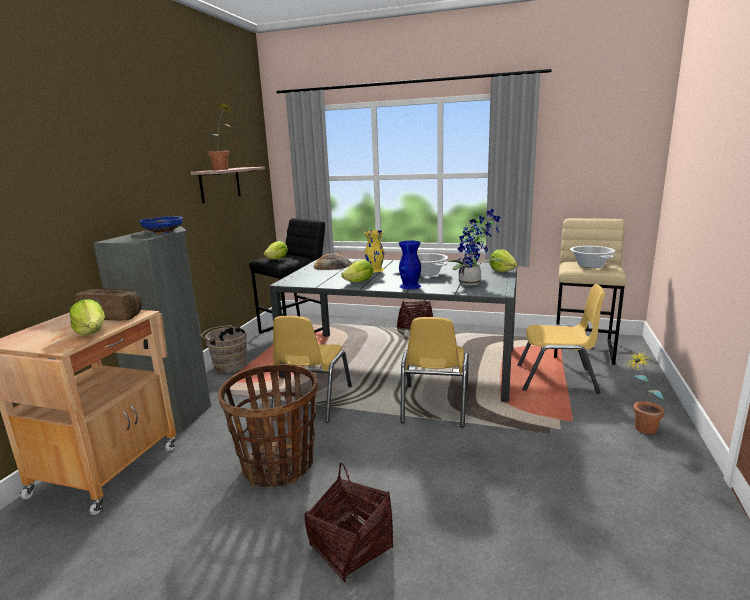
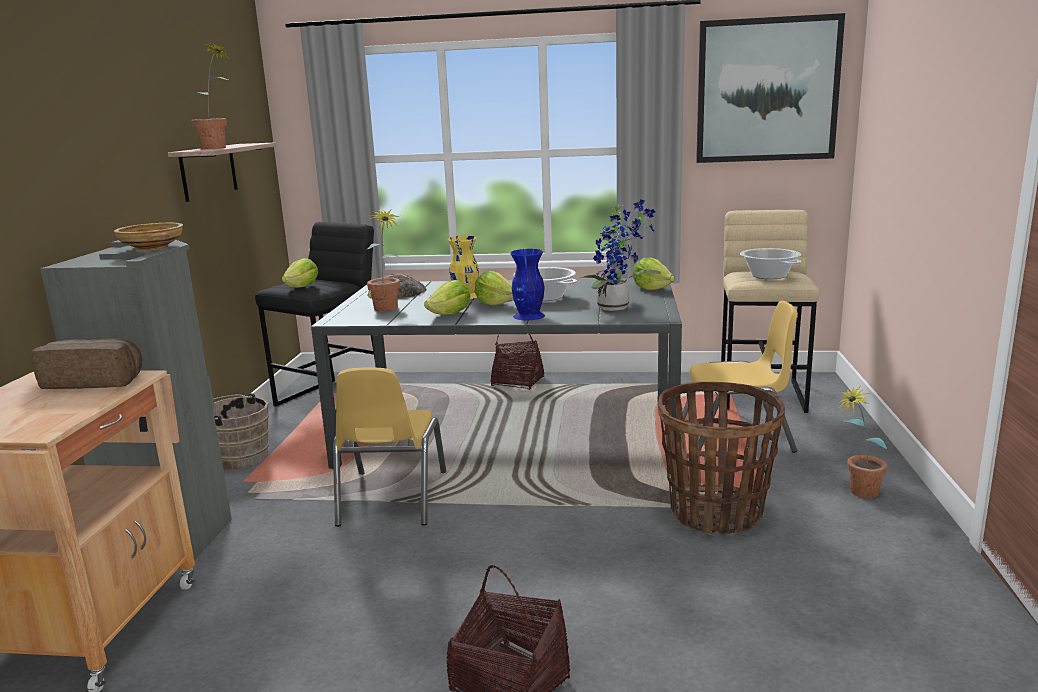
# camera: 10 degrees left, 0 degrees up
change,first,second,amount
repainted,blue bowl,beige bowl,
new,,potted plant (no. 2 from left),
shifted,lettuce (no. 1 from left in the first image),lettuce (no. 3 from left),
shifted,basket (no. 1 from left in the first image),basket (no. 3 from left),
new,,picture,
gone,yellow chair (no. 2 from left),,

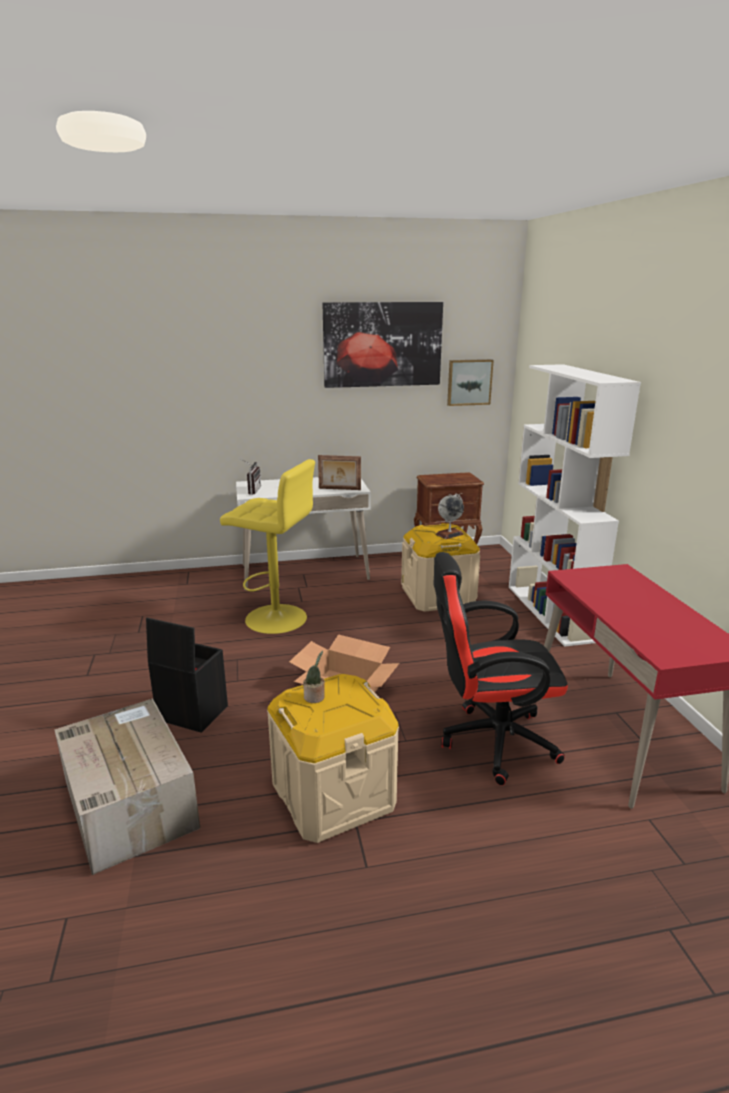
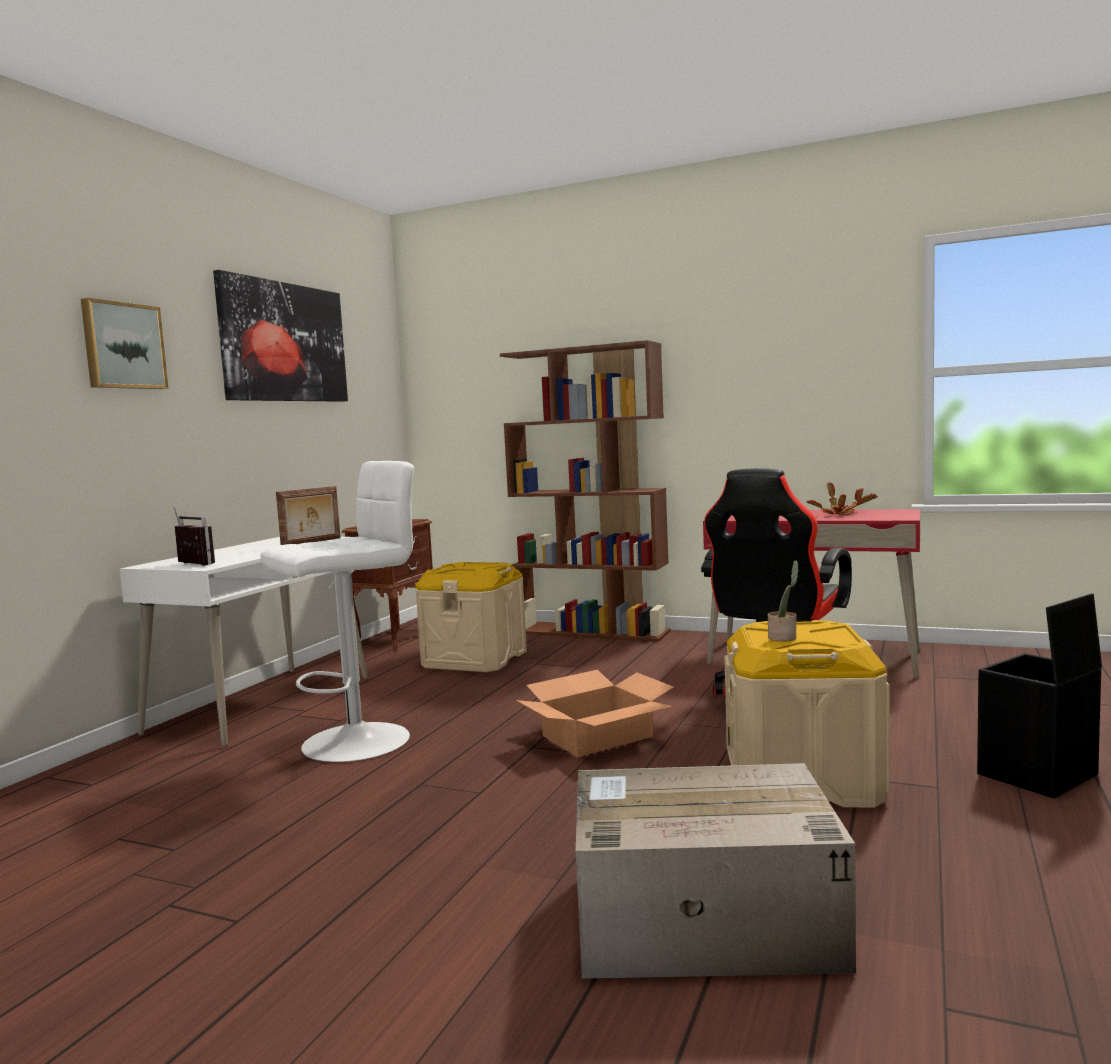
# camera: 55 degrees left, 15 degrees down
change,first,second,amount
shifted,picture (no. 2 from left in the first image),picture (no. 1 from left),
repainted,yellow stool,white stool,
repainted,white bookcase,brown bookcase,
new,,potted plant (no. 2 from left),
shifted,black storage box,,
gone,globe,,

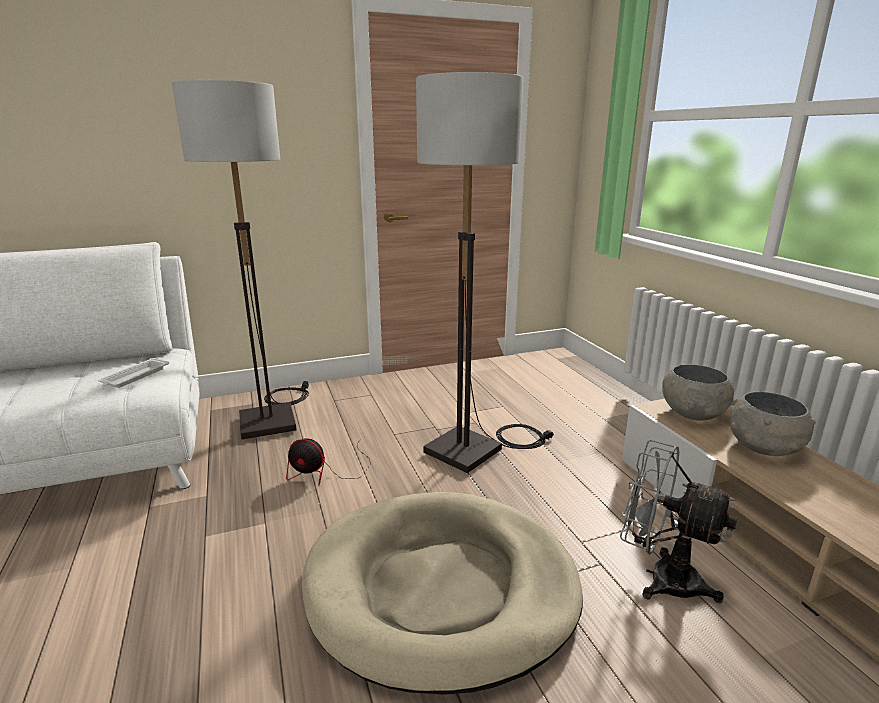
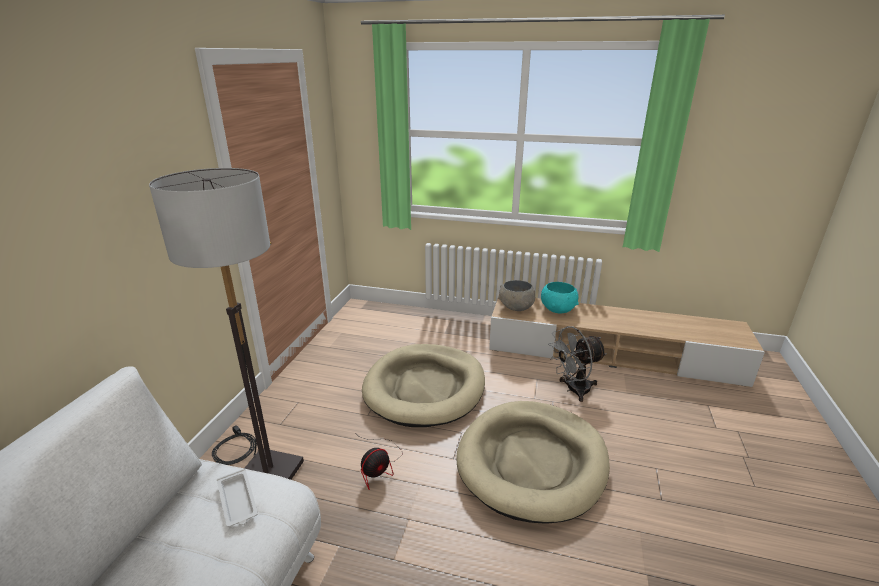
# camera: 55 degrees left, 5 degrees up
change,first,second,amount
swapped,floor lamp (no. 2 from left),beige dog bed (no. 1 from left),
repainted,grey bowl (no. 2 from left),turquoise bowl,

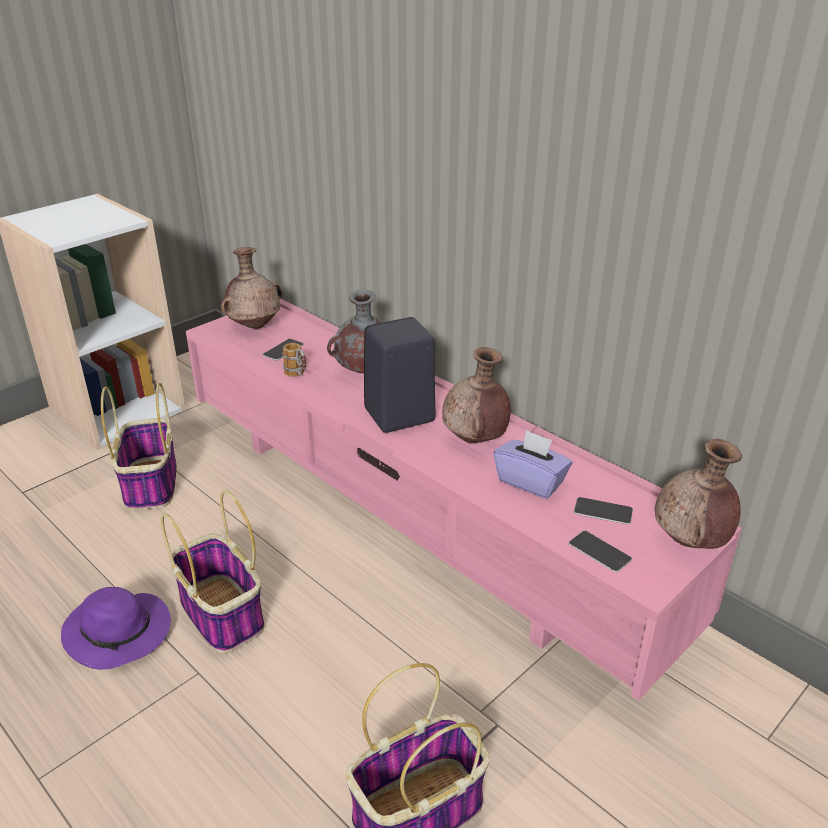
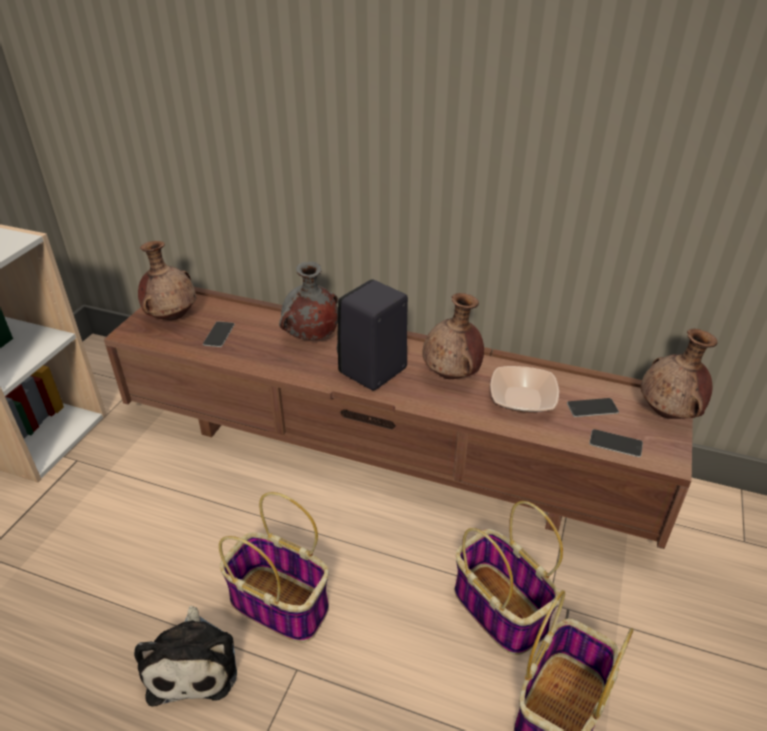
# camera: 25 degrees left, 5 degrees up
change,first,second,amount
repainted,pink tv stand,brown tv stand,
swapped,purple hat,plush toy,
shifted,basket (no. 1 from left in the first image),basket (no. 2 from left),
swapped,purple tissue box,bowl,
gone,mug,,

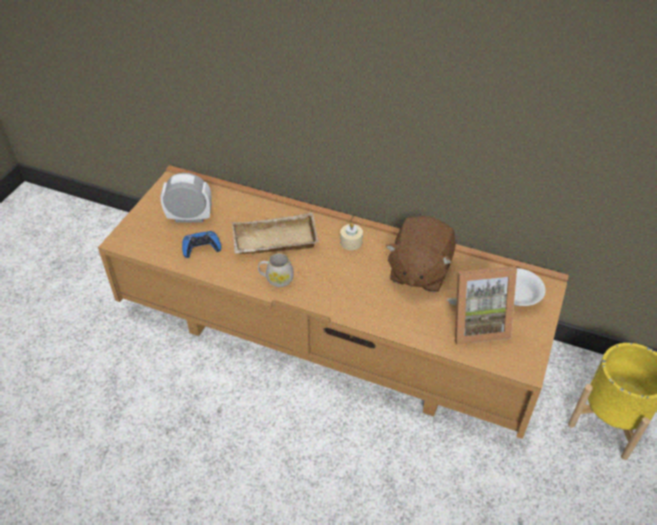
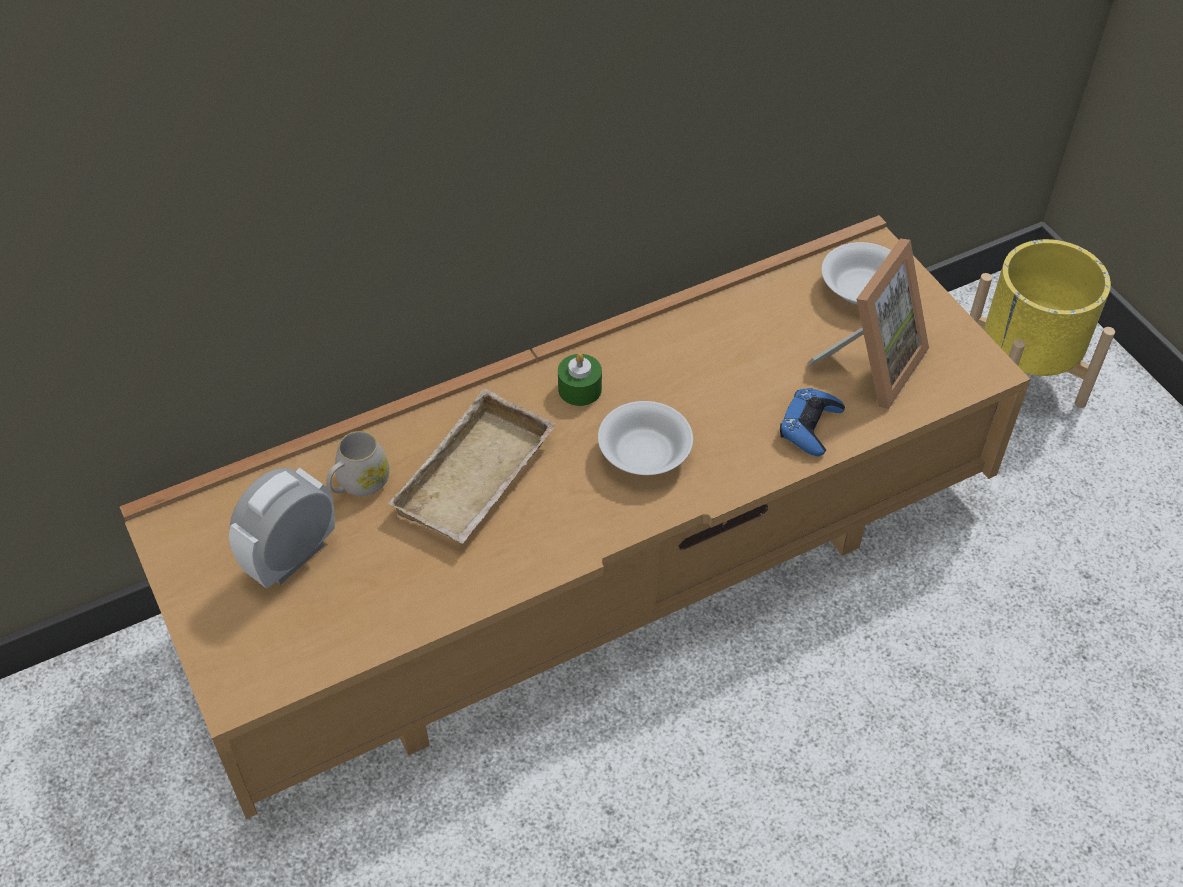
# camera: 50 degrees left, 5 degrees up
change,first,second,amount
shifted,white mug,,
repainted,beige candle,green candle,
new,,white bowl (no. 1 from left),
shifted,blue game controller,,
gone,brown plush toy,,

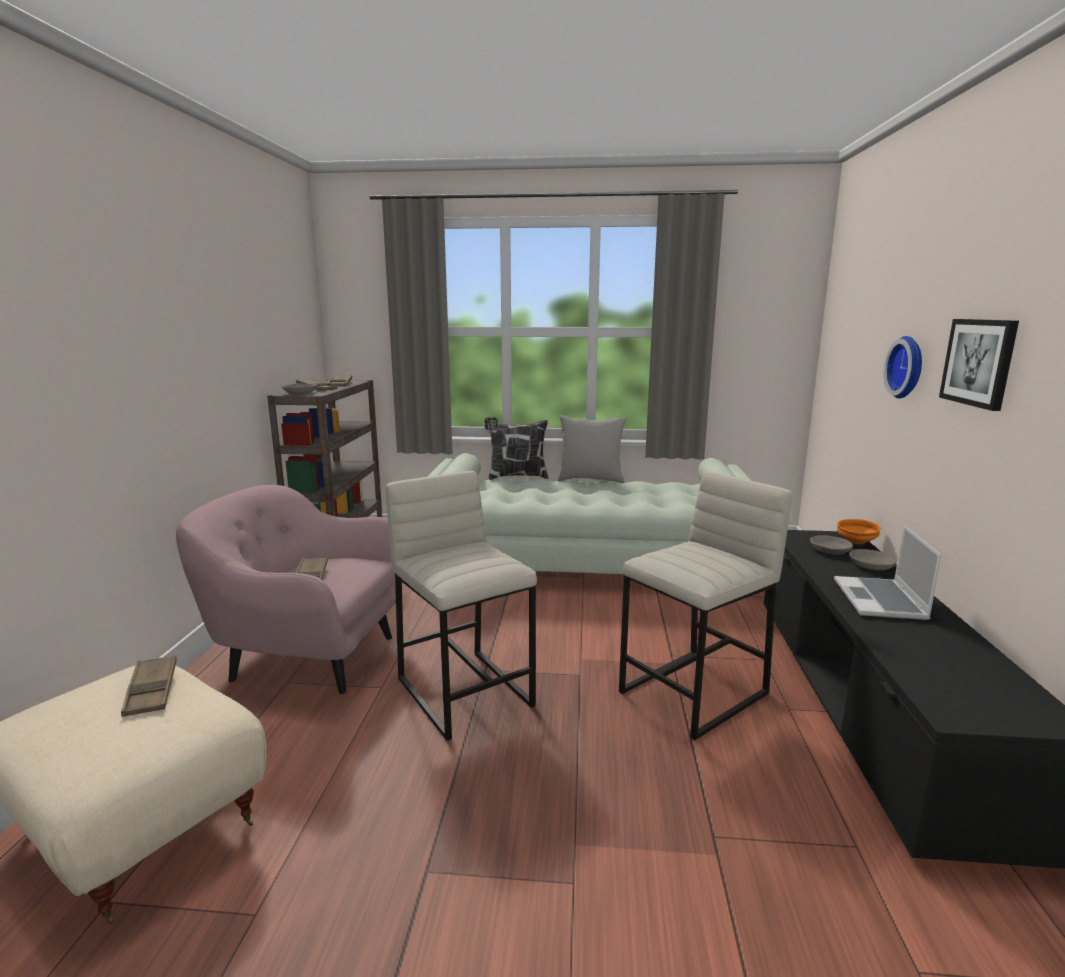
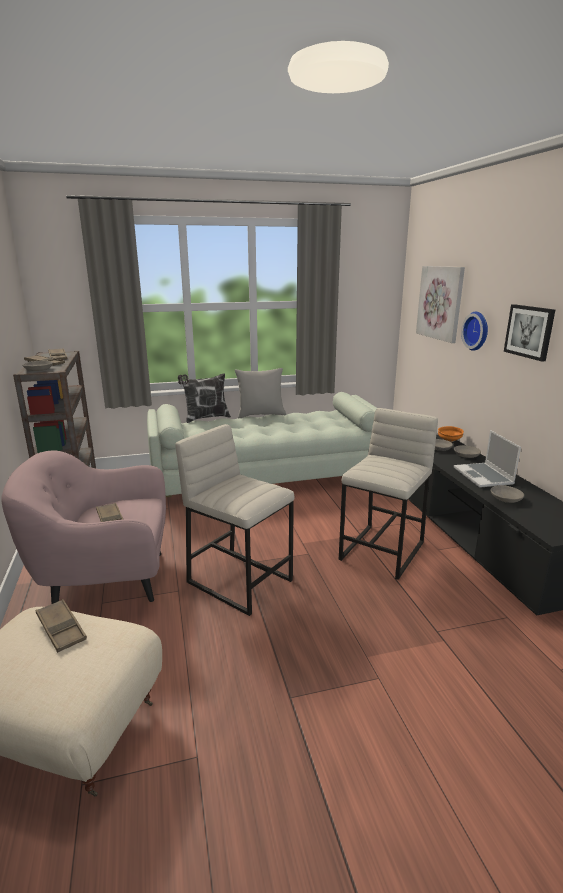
# camera: 20 degrees left, 5 degrees up
change,first,second,amount
new,,picture (no. 1 from left),
new,,grey bowl (no. 4 from left),

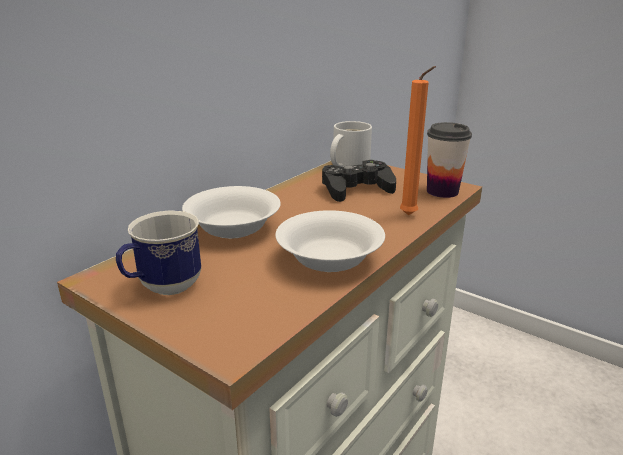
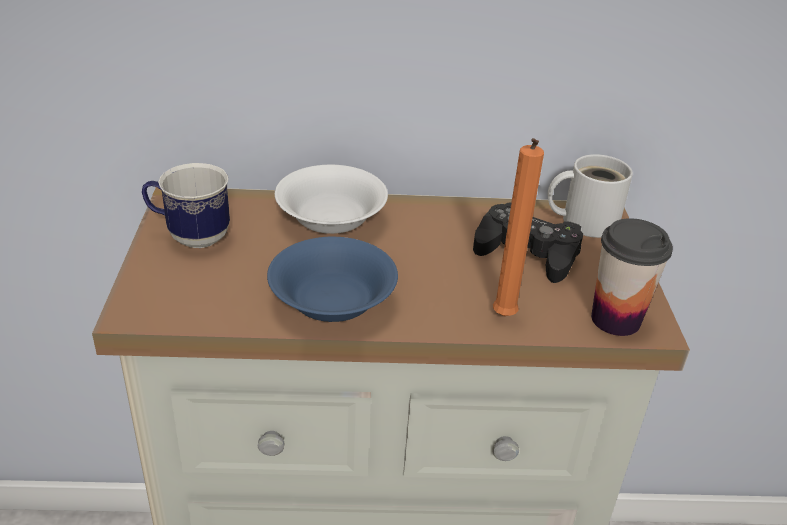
# camera: 50 degrees right, 10 degrees up
change,first,second,amount
repainted,white bowl (no. 2 from left),blue bowl,

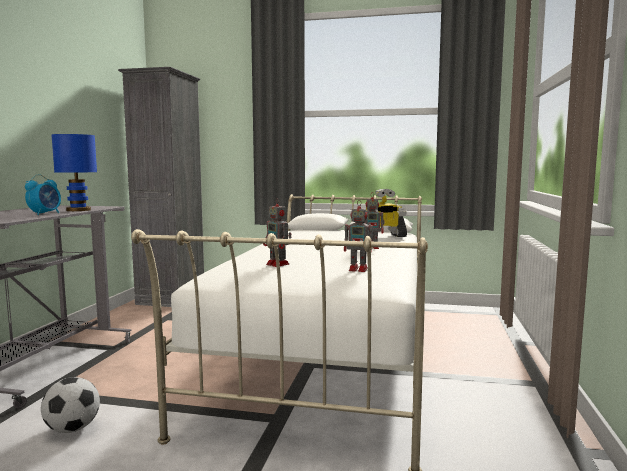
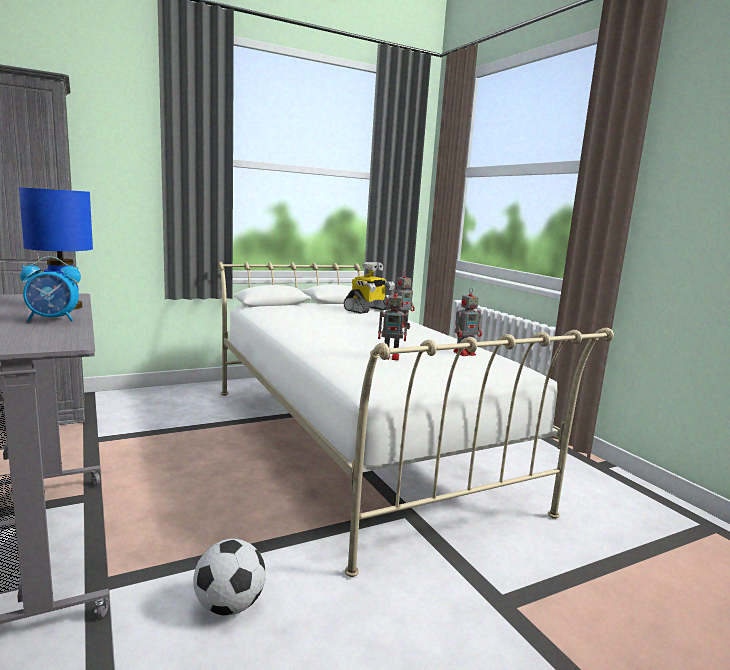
# camera: 40 degrees left, 5 degrees up
change,first,second,amount
rotated,alarm clock,,90 degrees clockwise

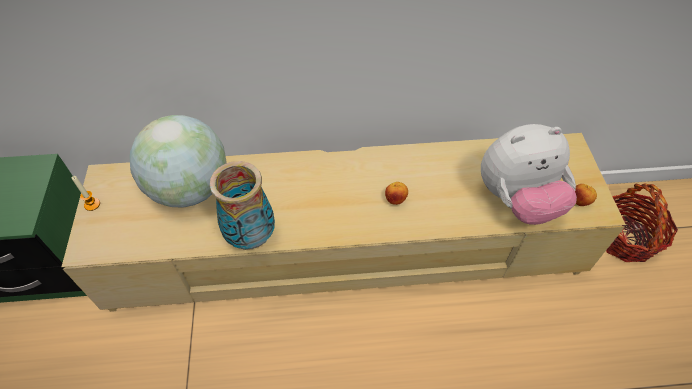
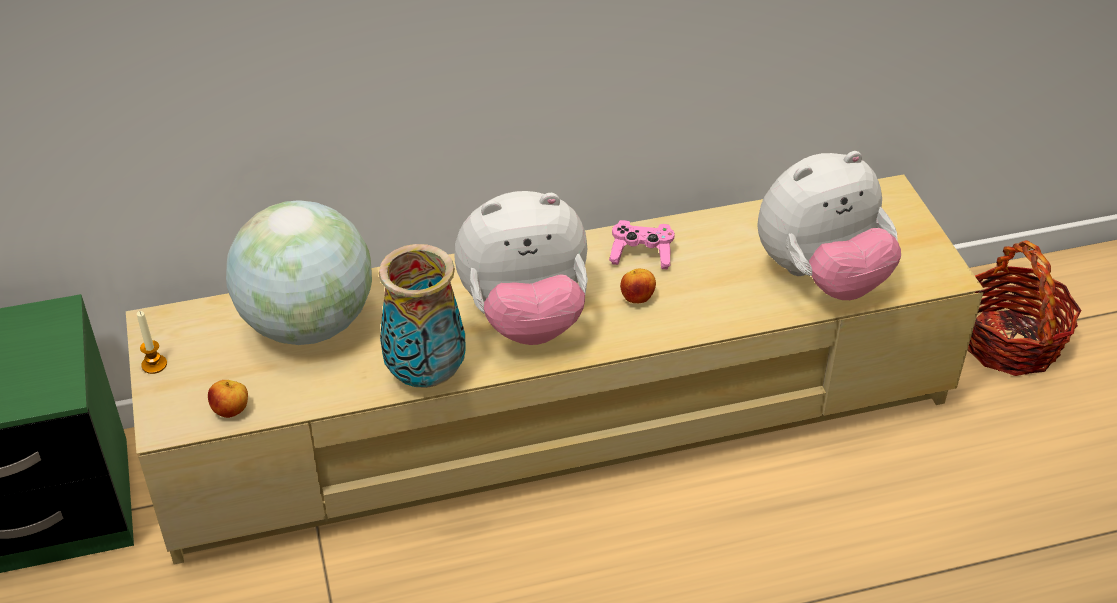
# camera: 10 degrees left, 10 degrees down
change,first,second,amount
shifted,apple (no. 2 from left in the first image),apple (no. 1 from left),
new,,plush toy (no. 1 from left),
new,,pink game controller,

